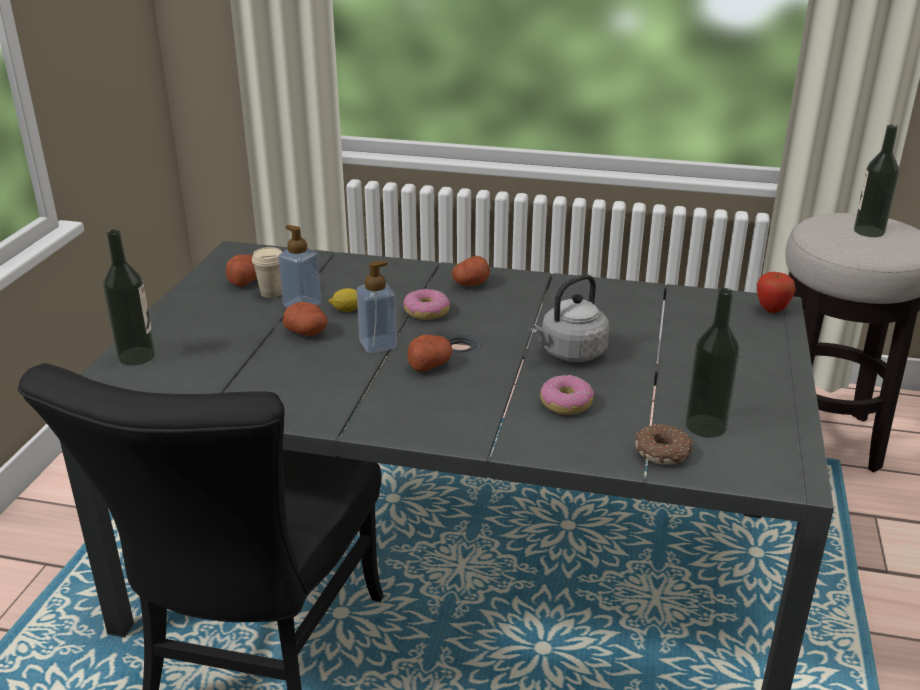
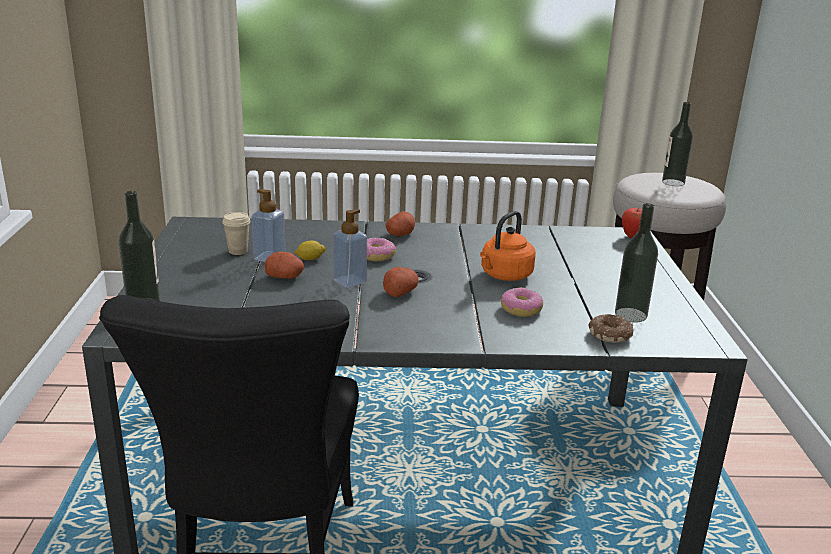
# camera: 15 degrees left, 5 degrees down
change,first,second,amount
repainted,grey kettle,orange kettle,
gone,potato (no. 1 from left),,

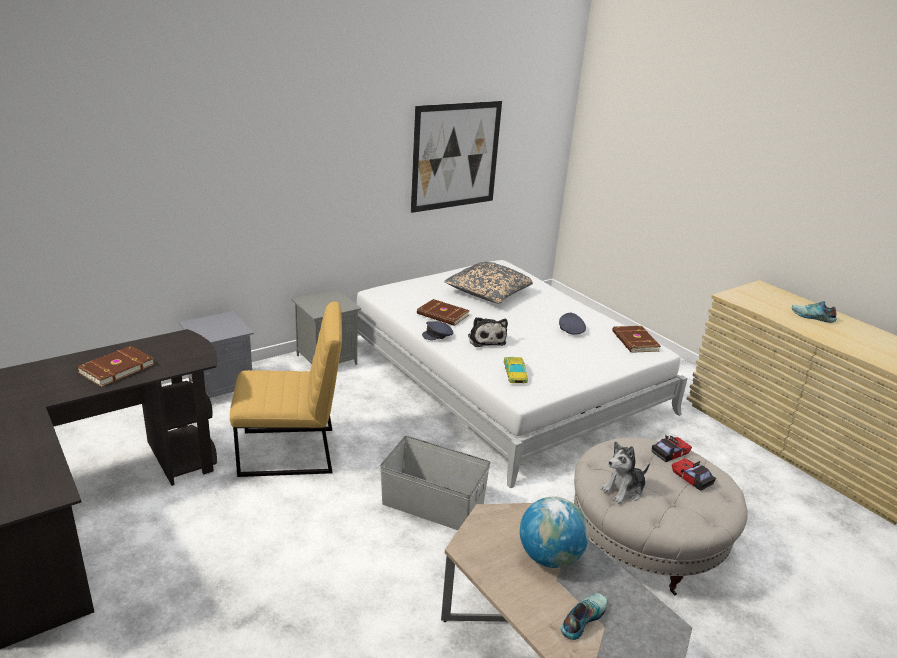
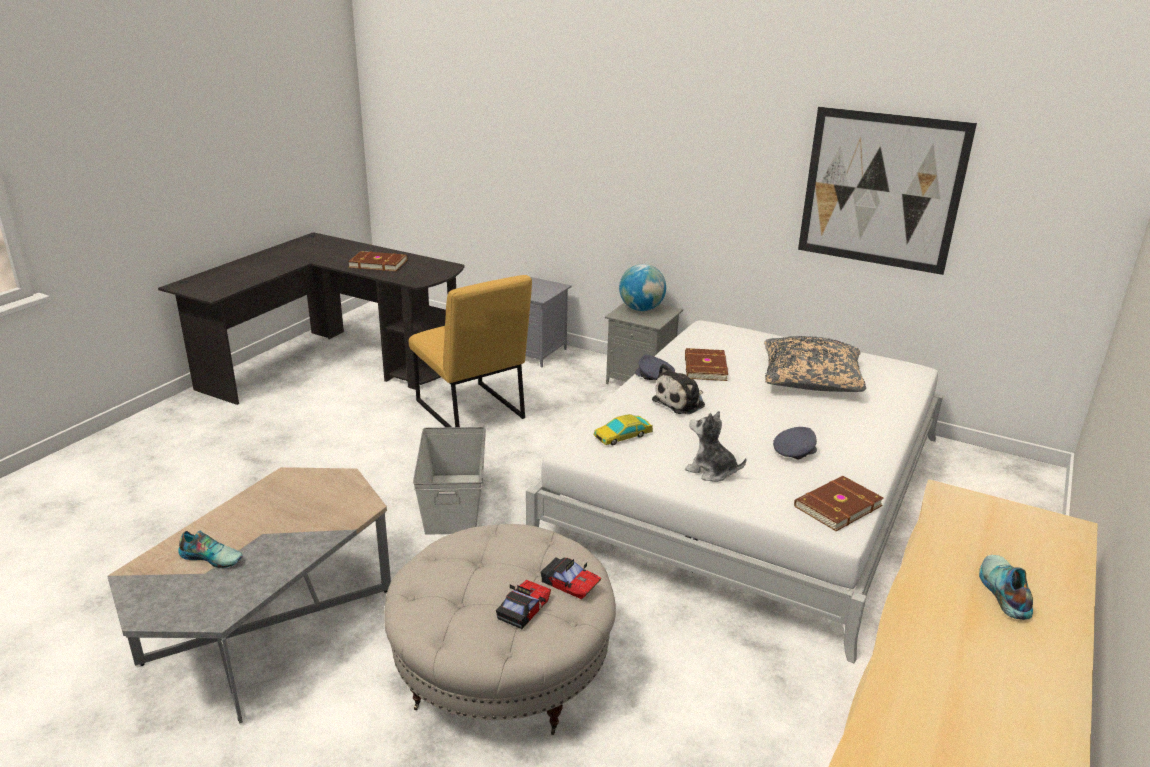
# camera: 65 degrees right, 0 degrees up
change,first,second,amount
shifted,globe,,
shifted,plush toy (no. 2 from left),,

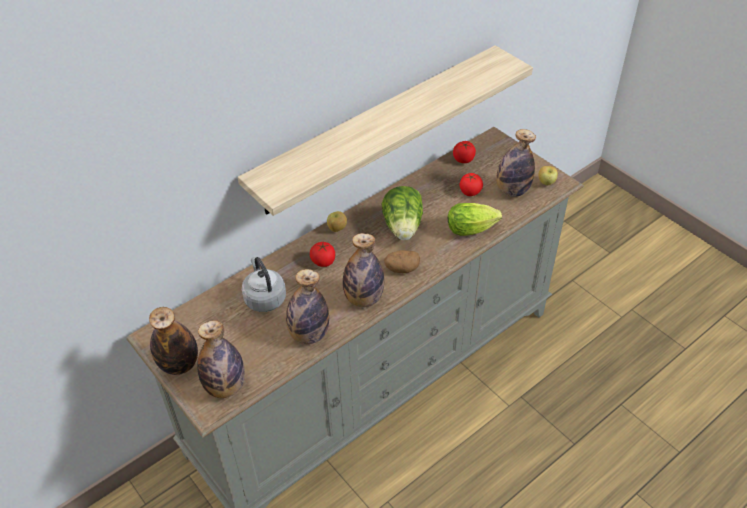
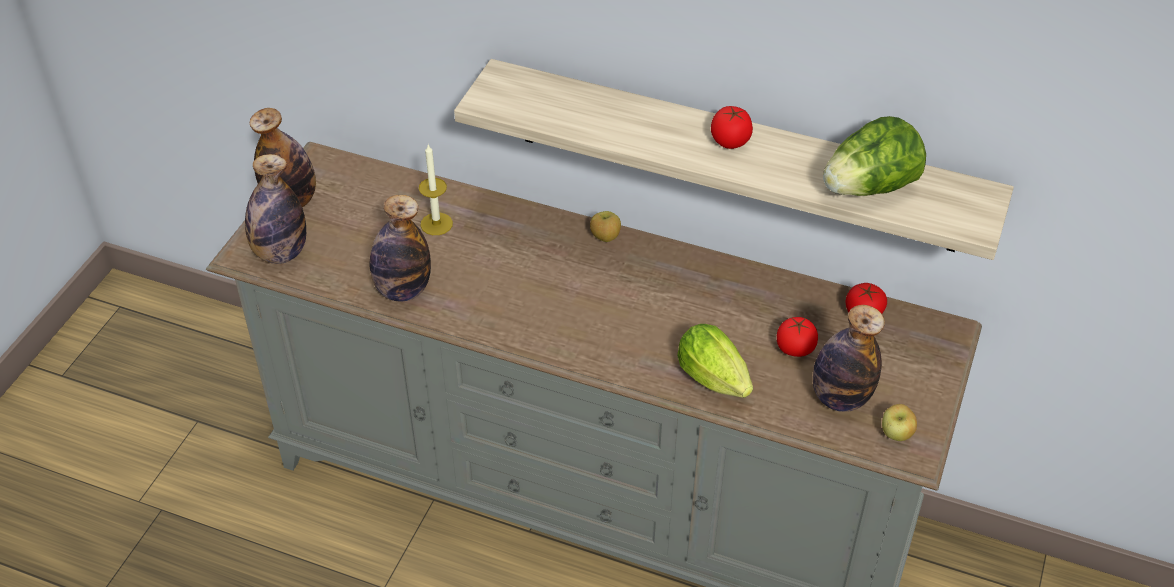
# camera: 60 degrees right, 0 degrees up
change,first,second,amount
swapped,grey kettle,candle,
shifted,tomato (no. 1 from left),,
shifted,lettuce (no. 1 from left in the first image),lettuce (no. 2 from left),
gone,bottle (no. 4 from left),,
gone,potato,,

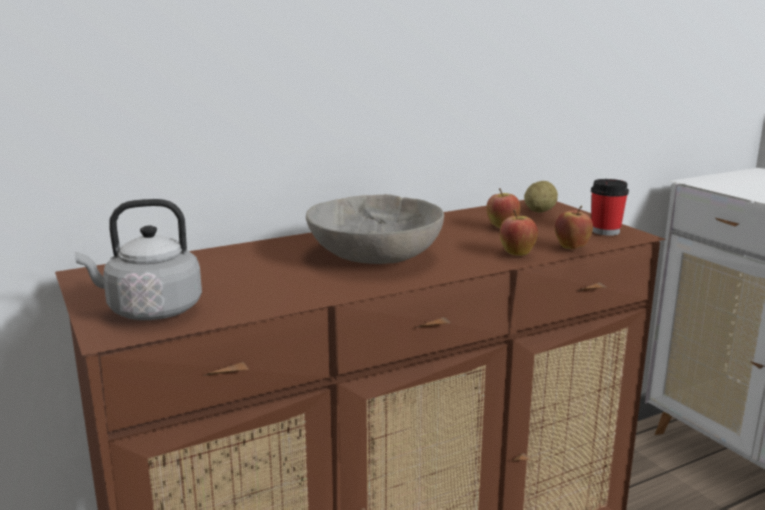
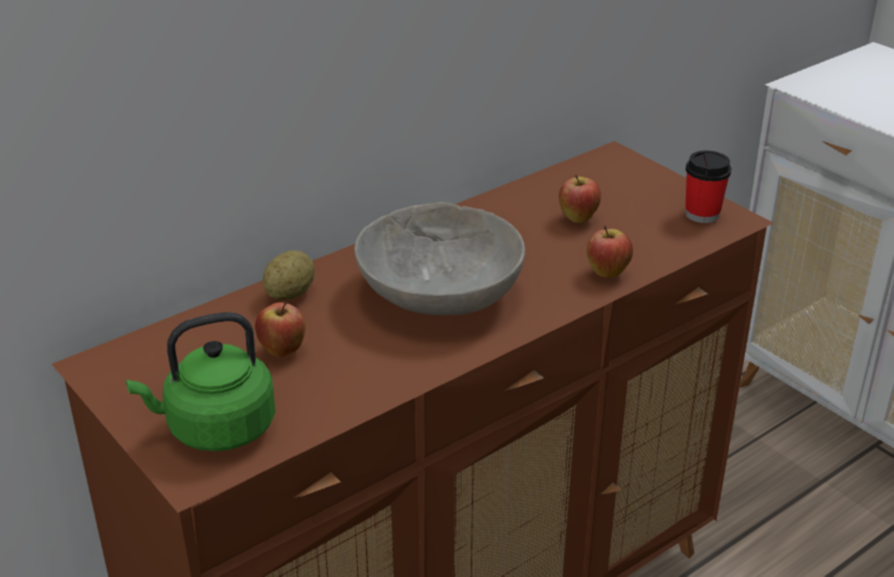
# camera: 10 degrees left, 15 degrees up
change,first,second,amount
repainted,grey kettle,green kettle,
shifted,apple (no. 3 from left in the first image),apple (no. 1 from left),
shifted,potato,,

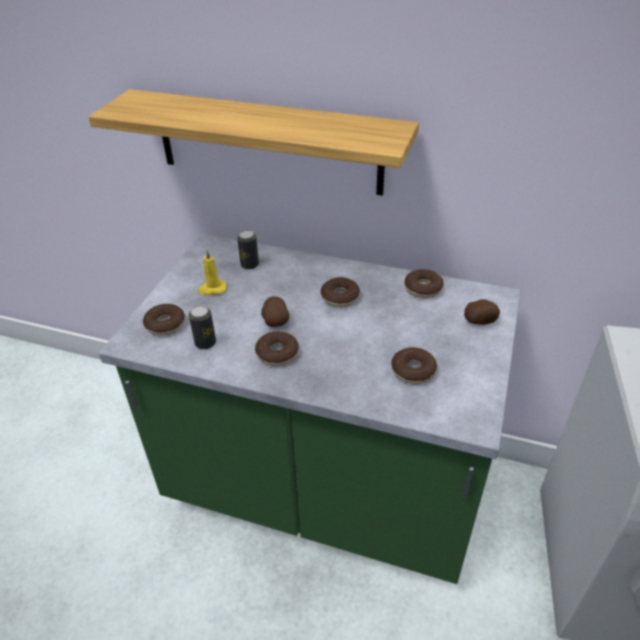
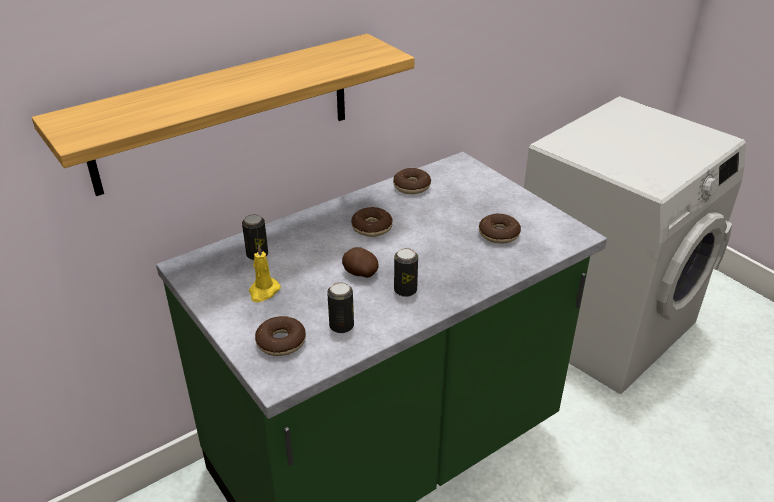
# camera: 55 degrees left, 5 degrees down
change,first,second,amount
swapped,donut (no. 2 from left),can (no. 3 from left),
gone,potato (no. 2 from left),,

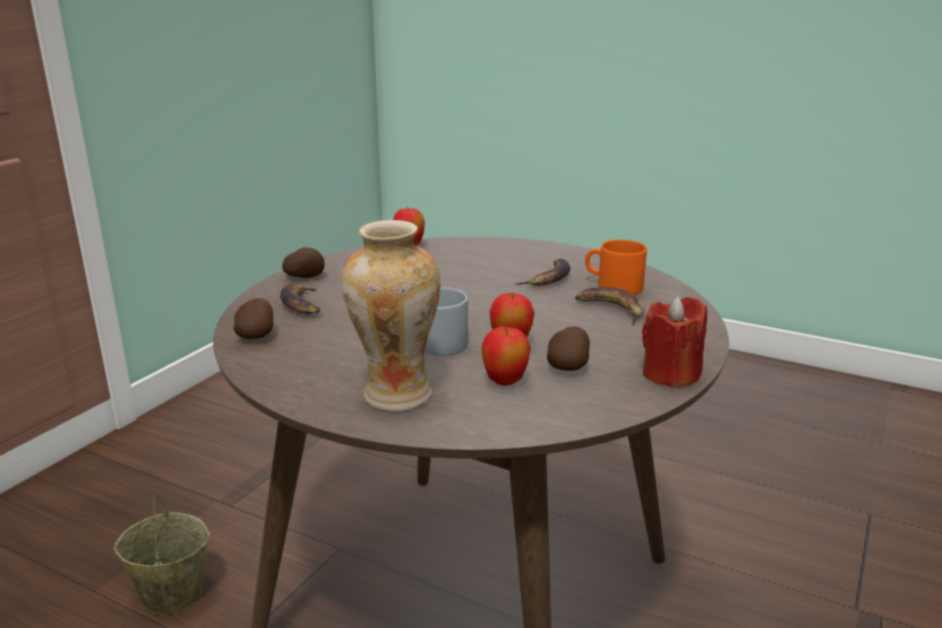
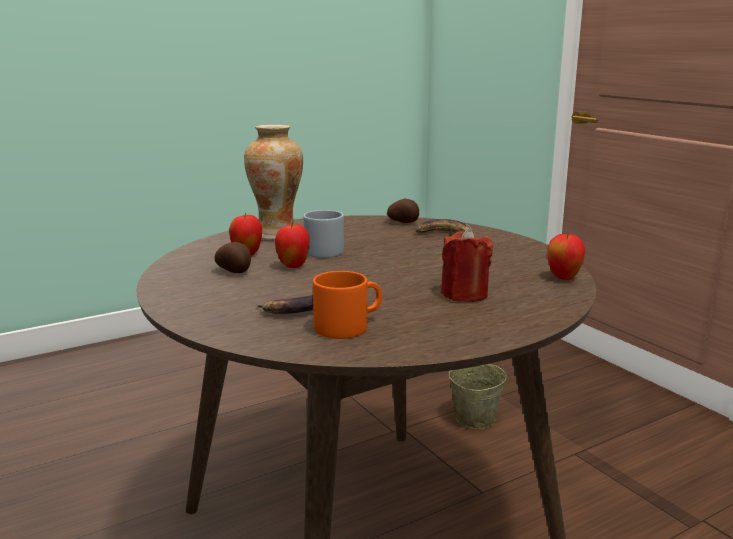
# camera: 120 degrees right, 5 degrees down
change,first,second,amount
shifted,red candle,,
gone,potato (no. 2 from left),,
gone,banana (no. 2 from left),,

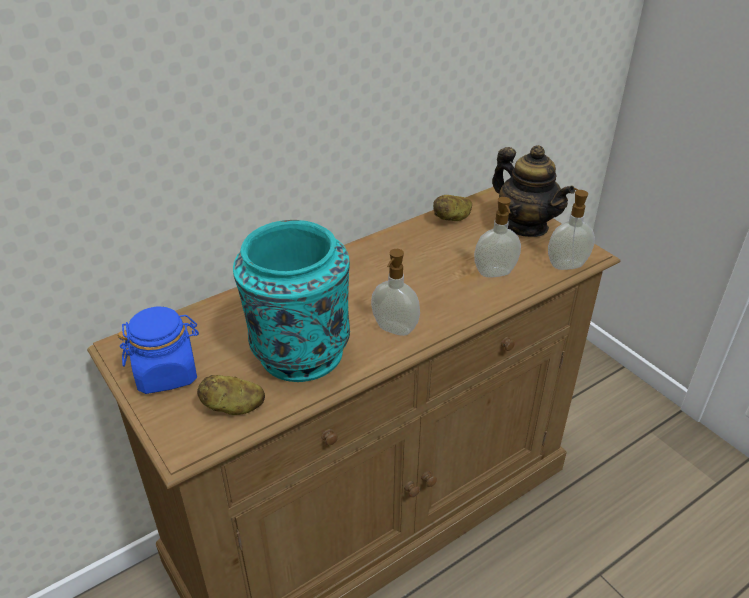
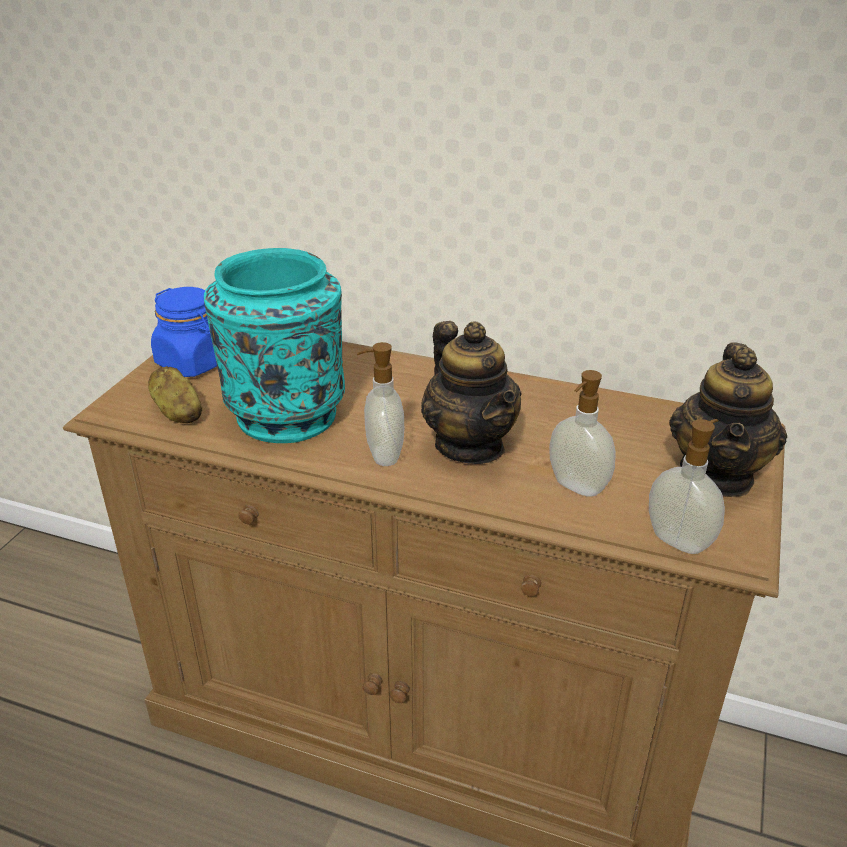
# camera: 55 degrees right, 5 degrees down
change,first,second,amount
new,,teapot (no. 1 from left),
gone,potato (no. 2 from left),,

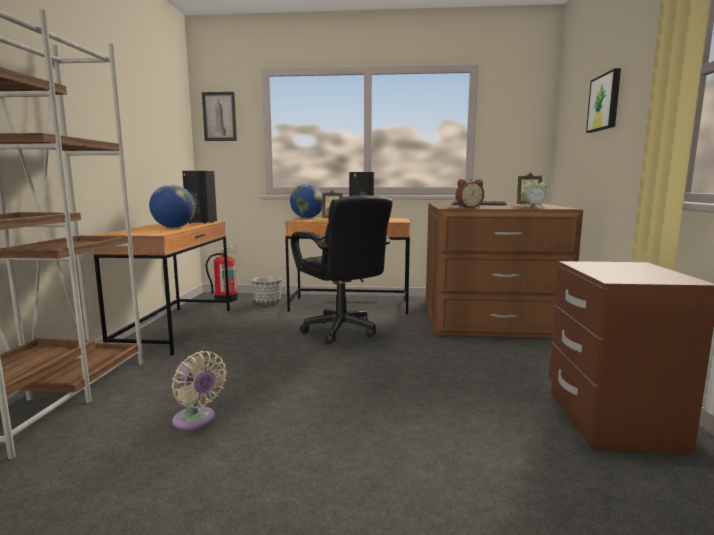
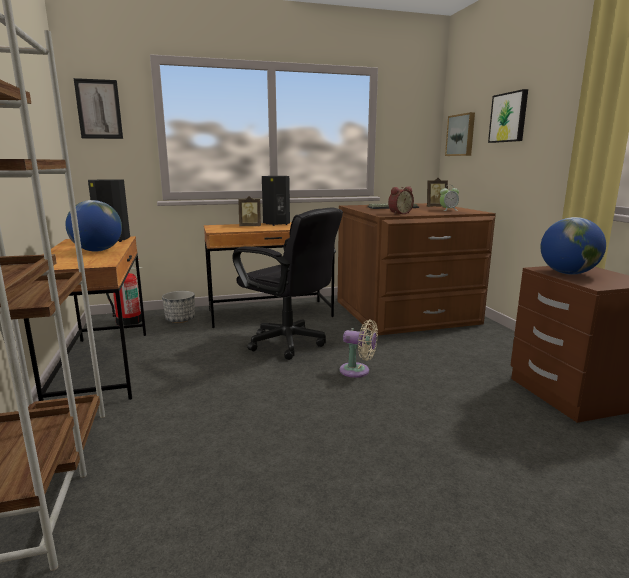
# camera: 20 degrees left, 5 degrees up
change,first,second,amount
shifted,beige fan,,
new,,picture (no. 2 from left),
shifted,globe (no. 2 from left),,

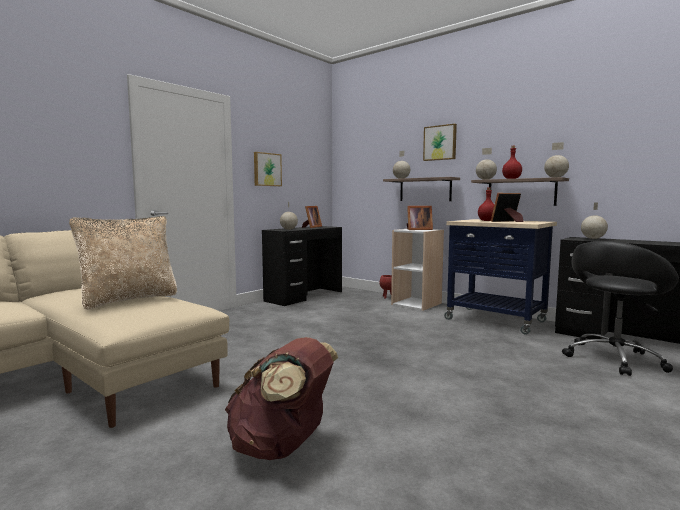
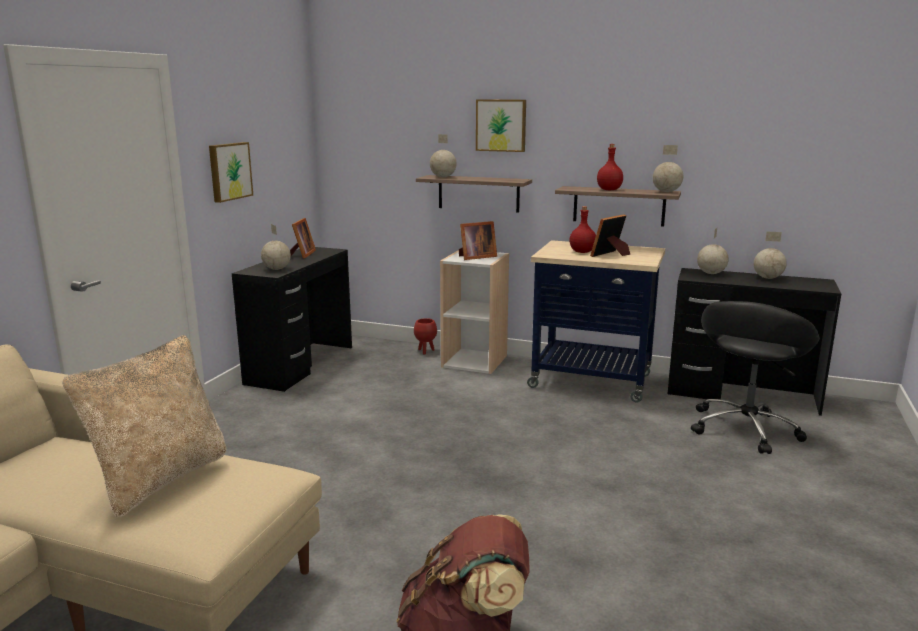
# camera: 20 degrees left, 10 degrees up
change,first,second,amount
shifted,globe (no. 3 from left in the first image),globe (no. 5 from left),

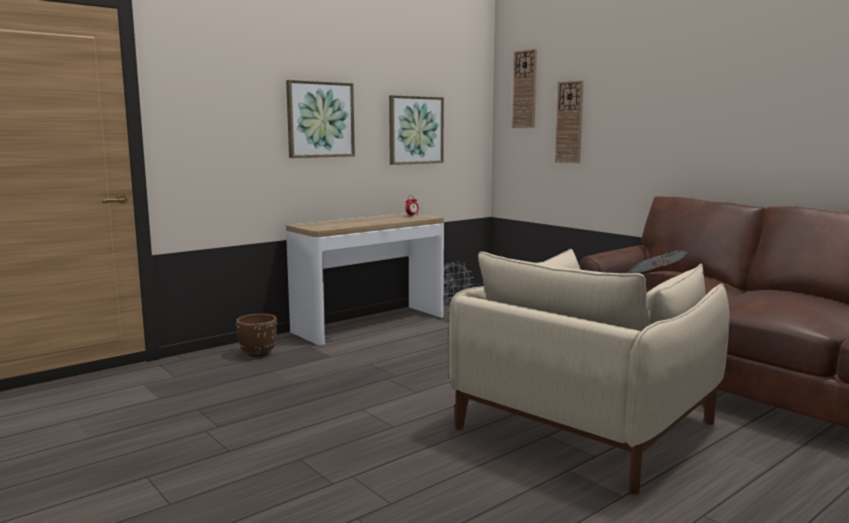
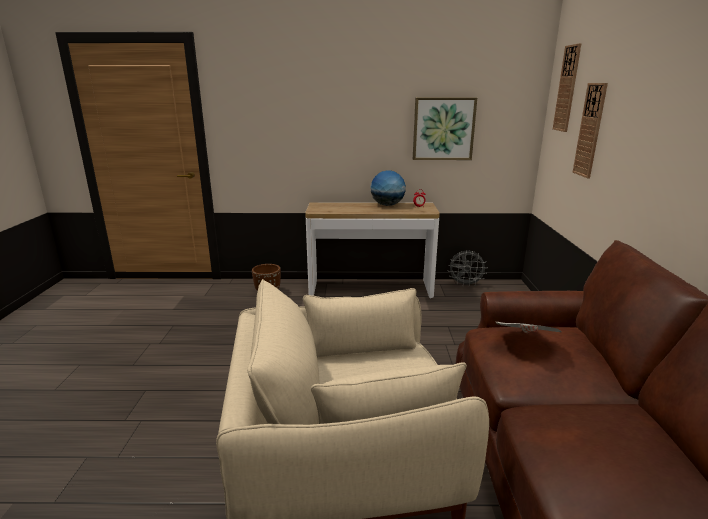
# camera: 40 degrees right, 10 degrees up
change,first,second,amount
new,,globe,
gone,picture (no. 1 from left),,

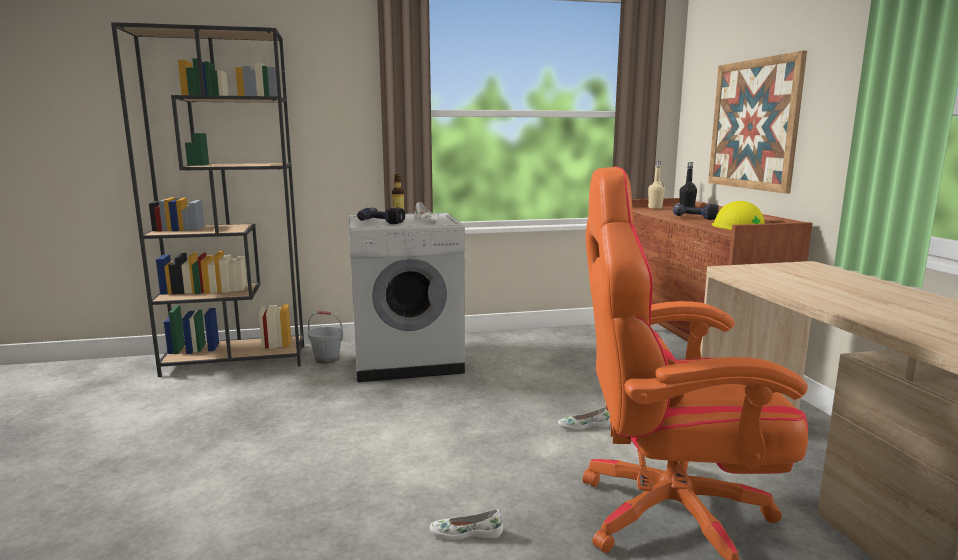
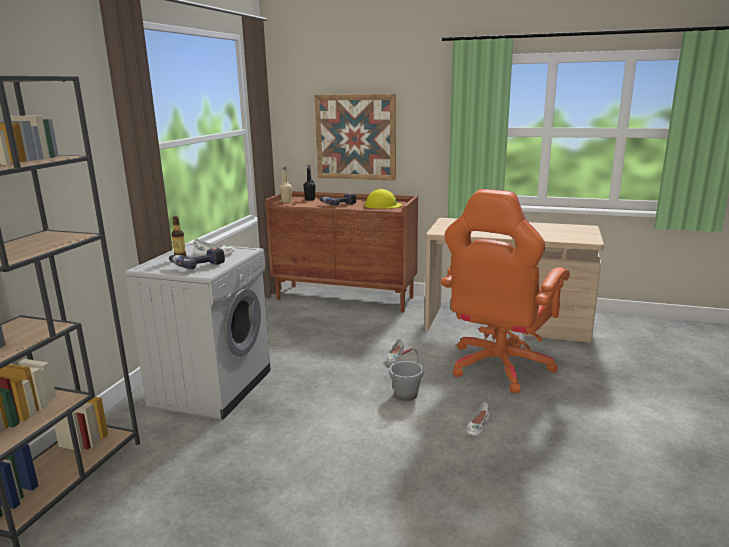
# camera: 60 degrees left, 5 degrees up
change,first,second,amount
shifted,grey bucket,,

